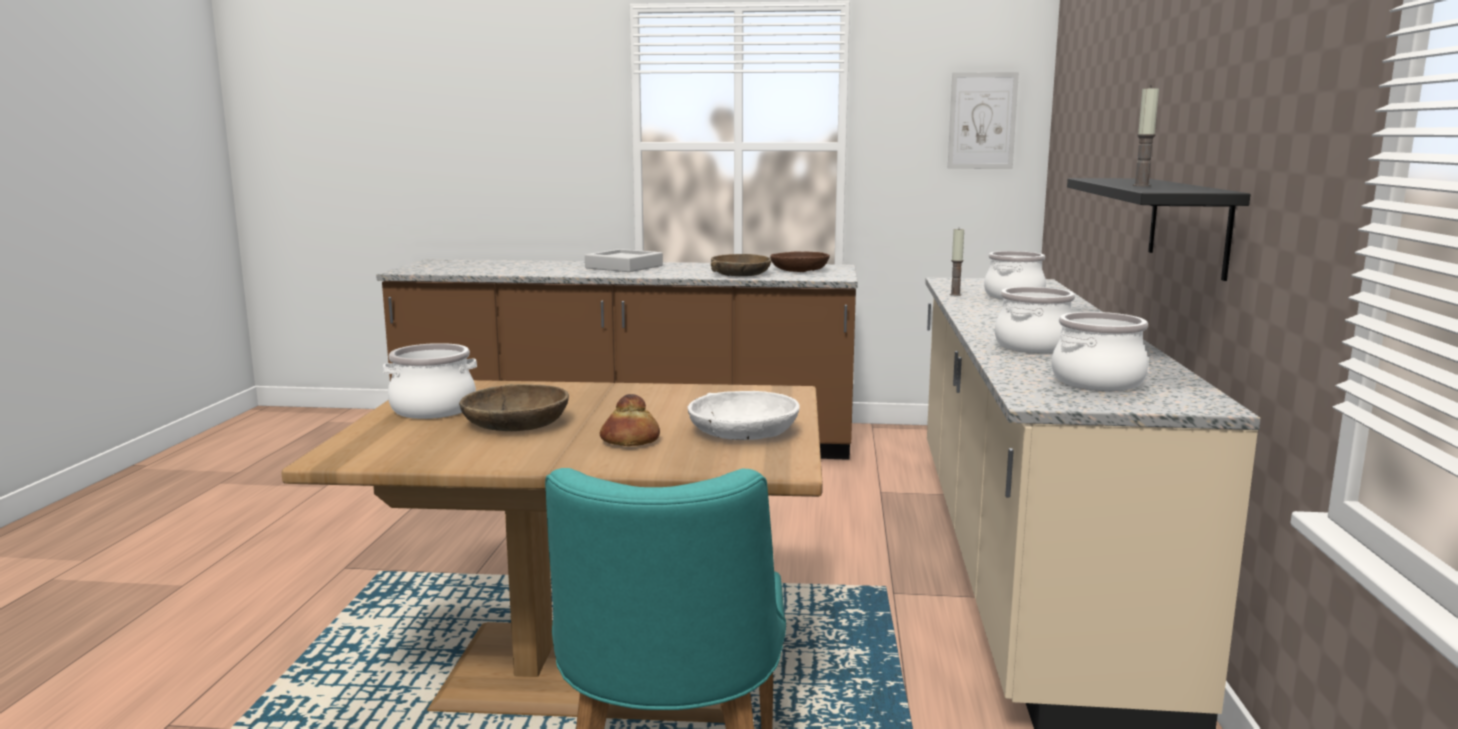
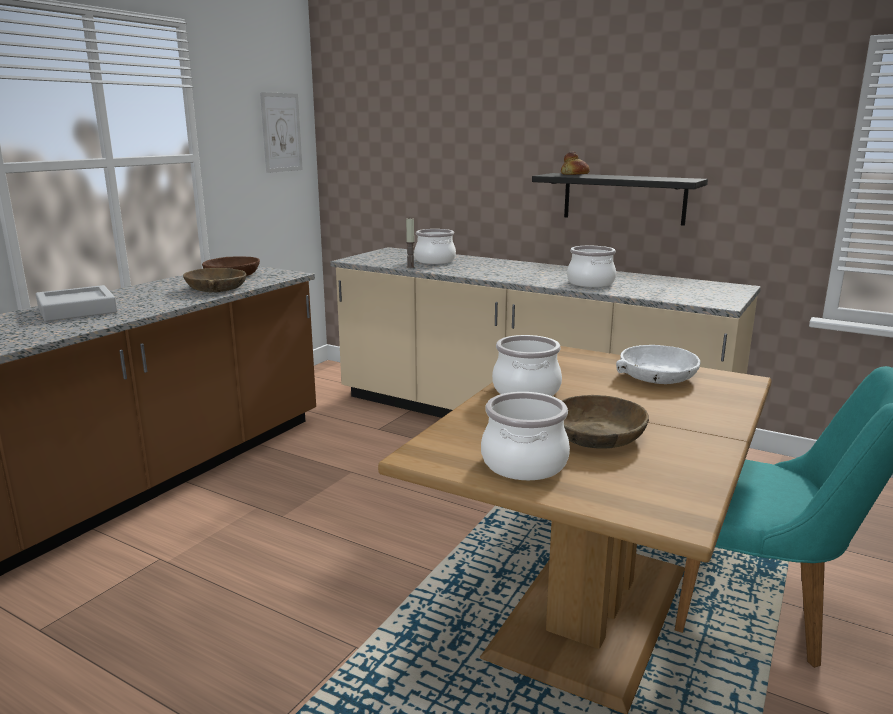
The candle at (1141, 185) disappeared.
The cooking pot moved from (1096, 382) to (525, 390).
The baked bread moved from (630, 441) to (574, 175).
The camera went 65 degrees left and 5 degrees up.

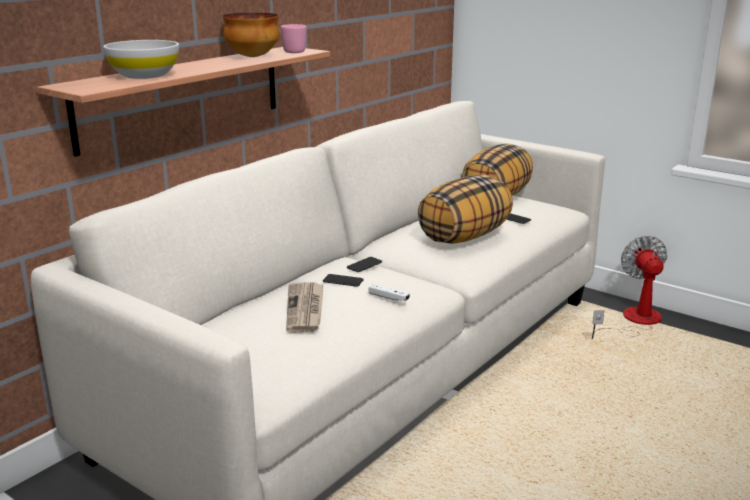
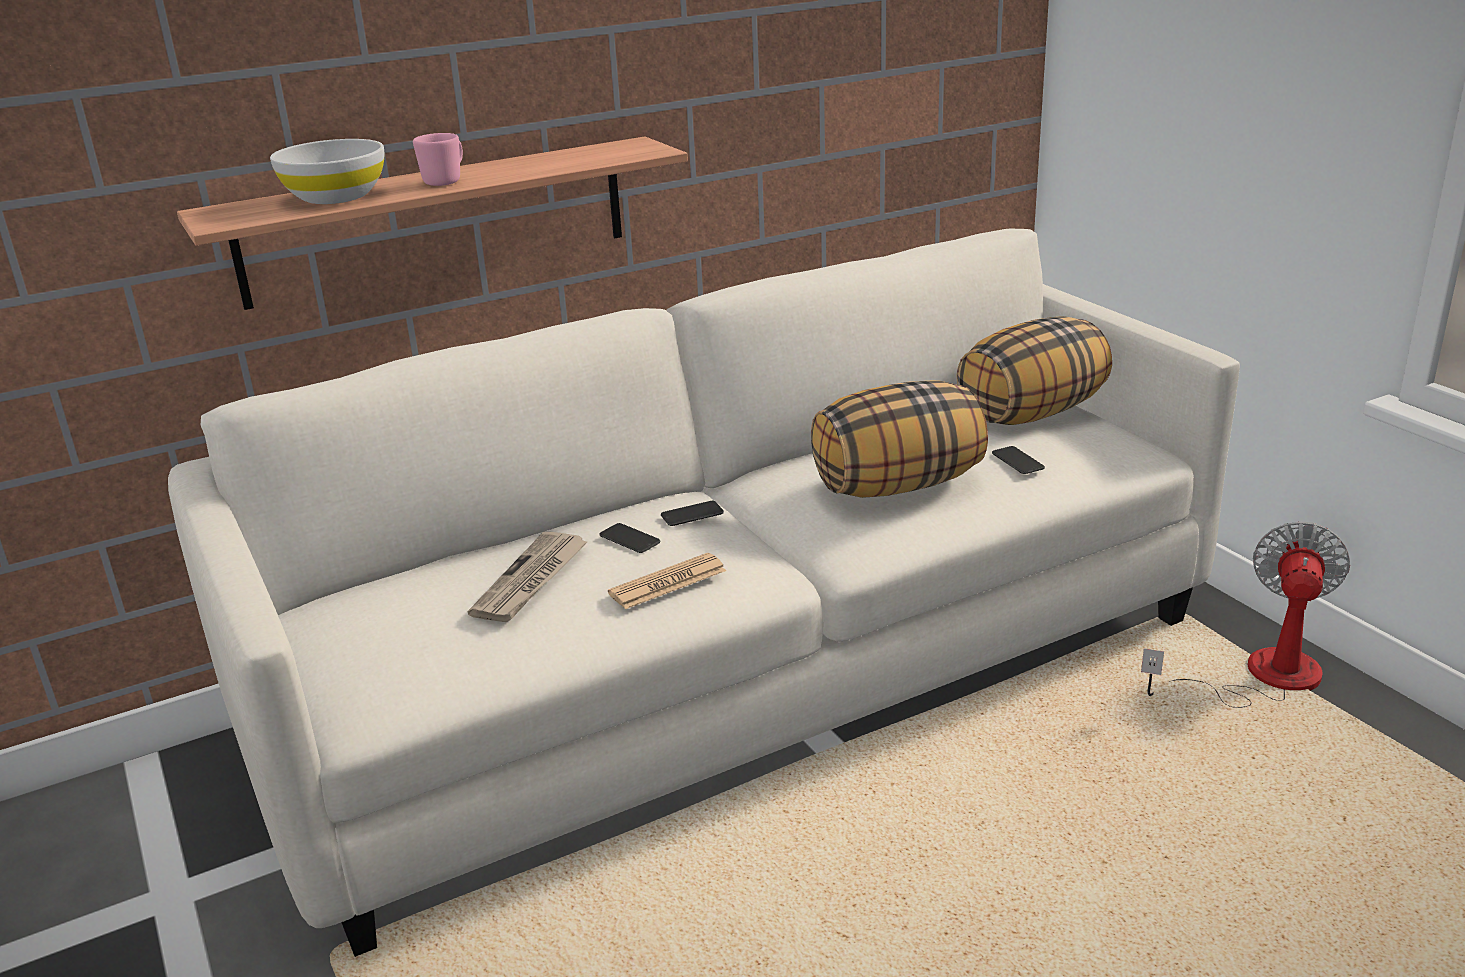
The bowl at (252, 57) disappeared.
The pink-coloured coffee mug moved from (294, 51) to (446, 181).
The whitish joypad at (388, 297) was replaced by the newspaper at (667, 582).
The camera went 25 degrees right and 5 degrees up.

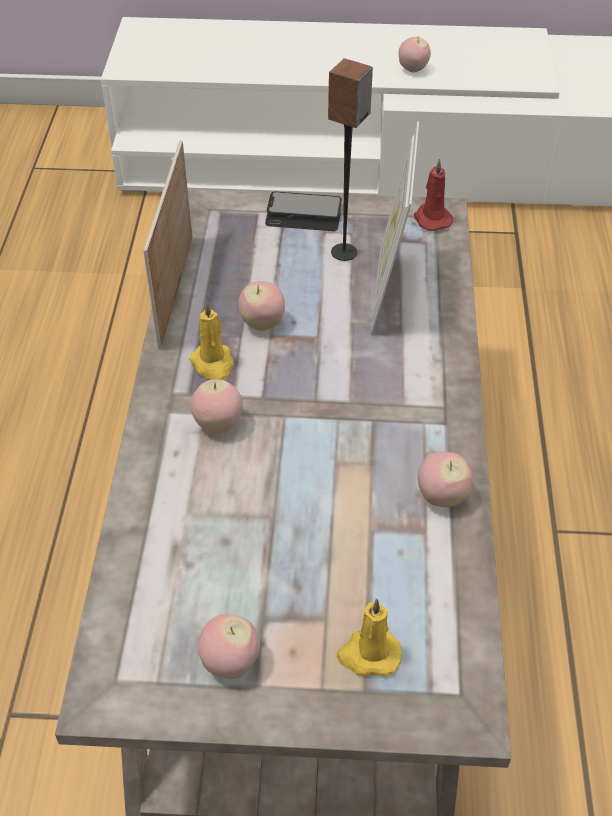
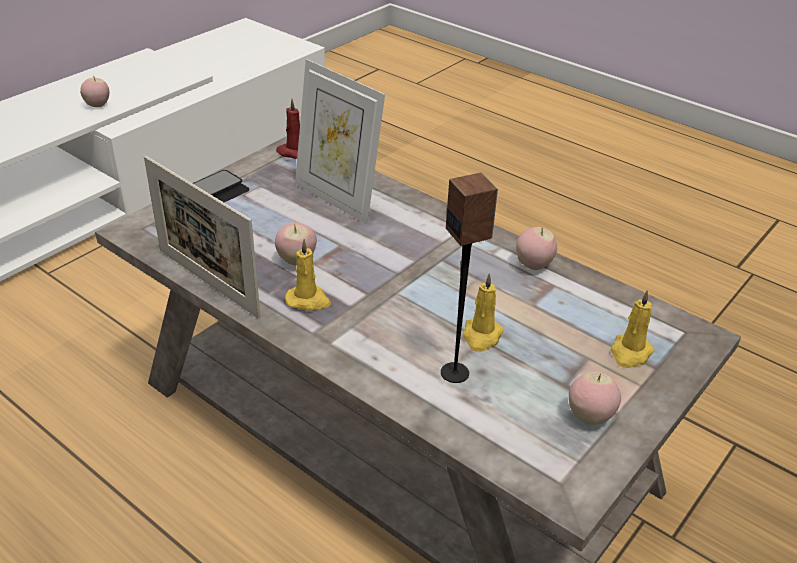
The loudspeaker moved from (344, 252) to (455, 373).
The apple fruit at (218, 424) disappeared.
The yellow candle at (481, 336) appeared.
The camera went 55 degrees left and 10 degrees down.

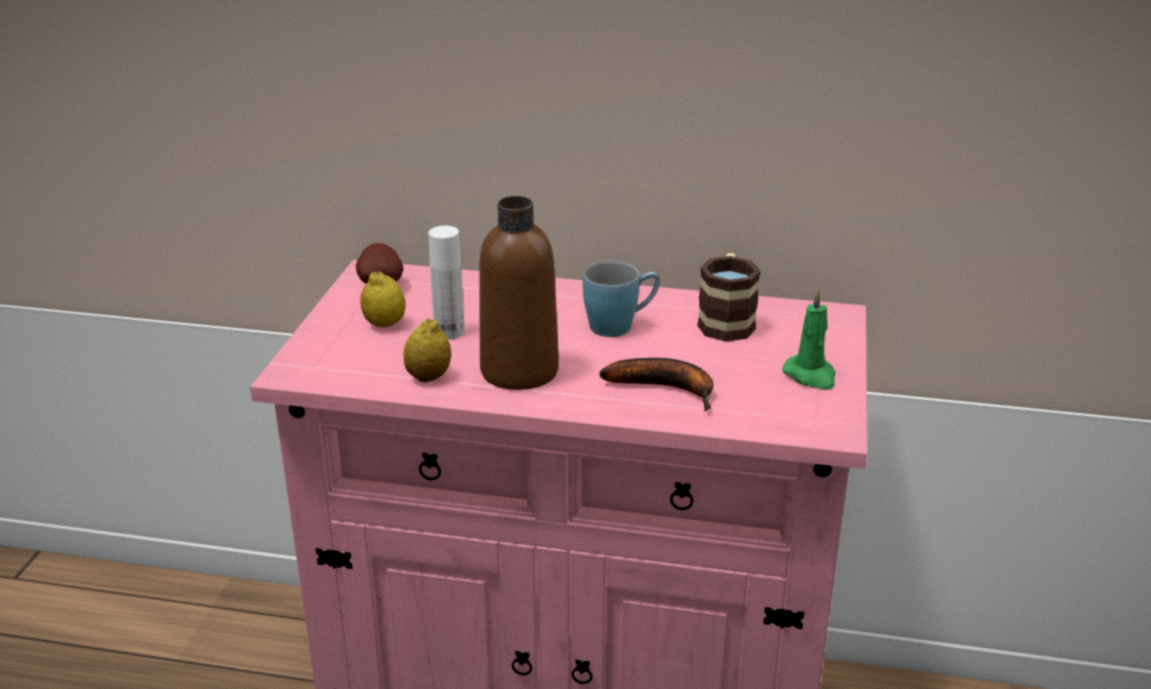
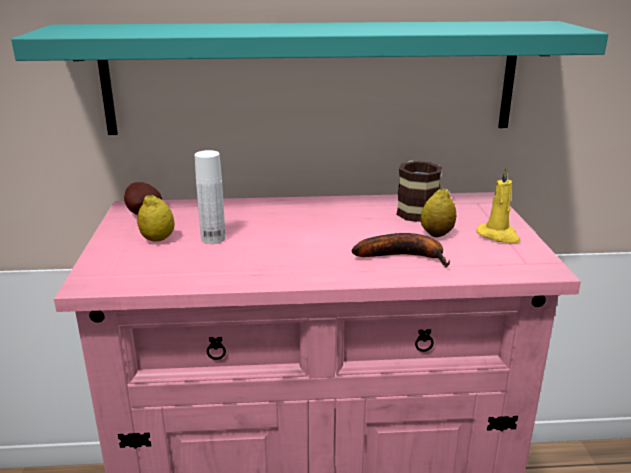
The brownish bottle at (519, 371) disappeared.
The blue coffee mug at (620, 325) disappeared.
The green candle at (811, 376) became the yellow candle at (499, 236).
The lemon moved from (428, 377) to (436, 234).
The turquoise-coloured bracket shelf at (311, 78) appeared.
The camera went 15 degrees left and 5 degrees down.

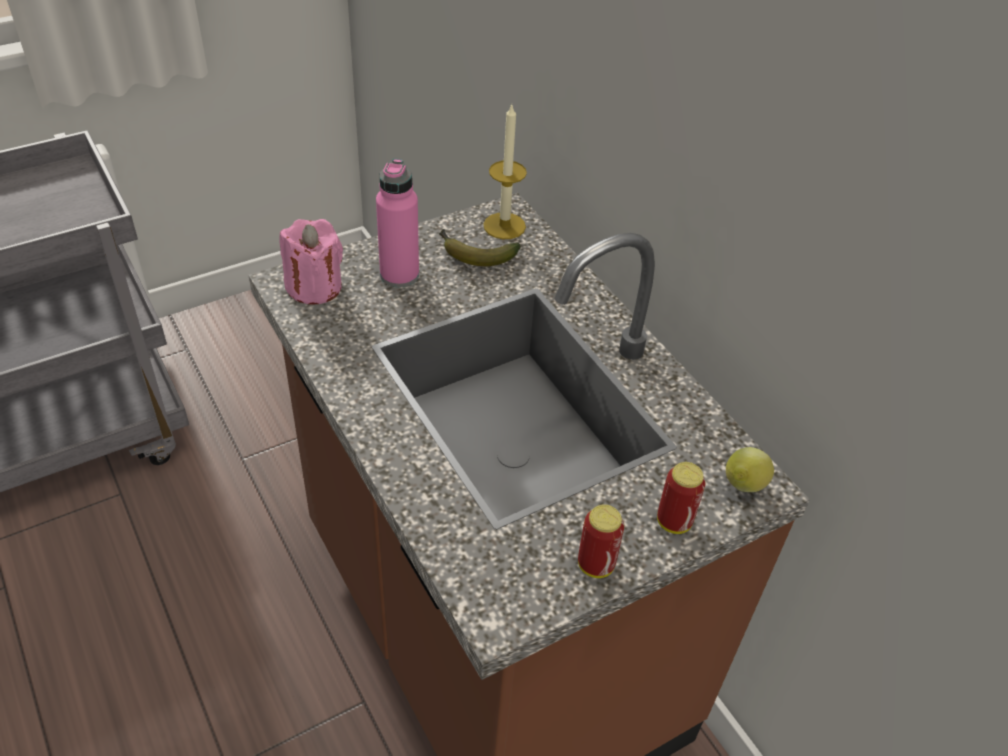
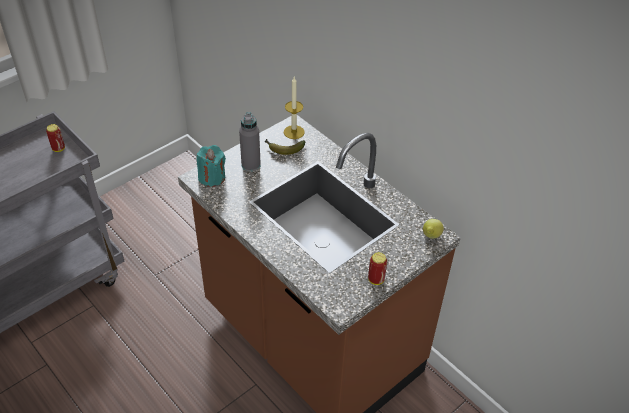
The pink-coloured bottle at (399, 275) became the gray bottle at (251, 165).
The pink-coloured candle at (314, 287) became the turquoise-coloured candle at (212, 177).
The can moved from (674, 522) to (58, 149).
The camera went 10 degrees left and 0 degrees up.

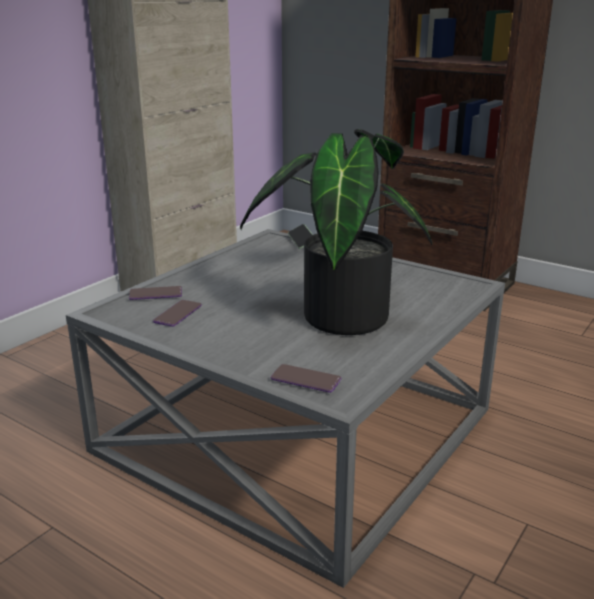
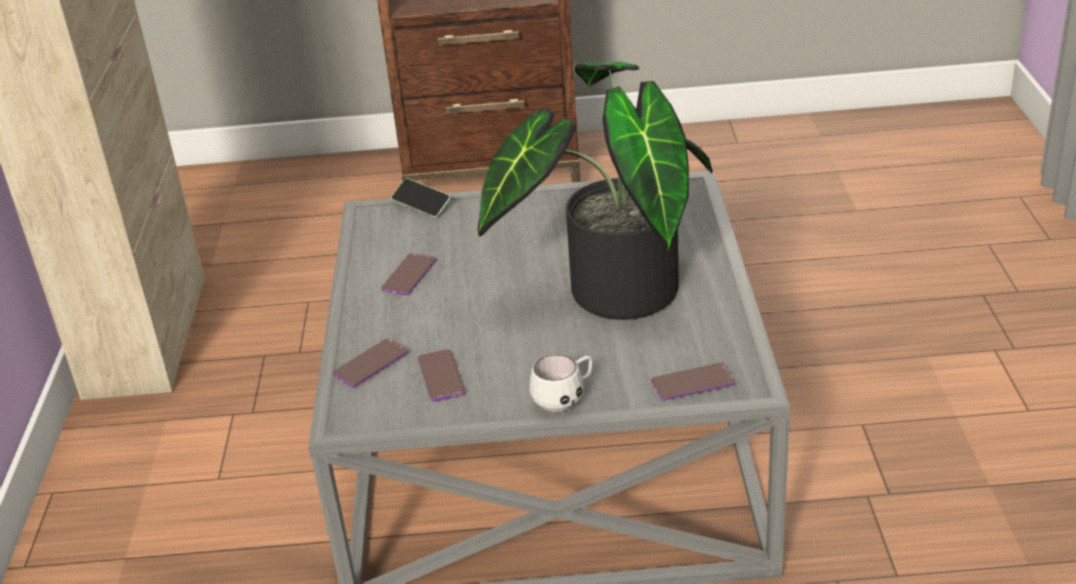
The handset at (409, 275) appeared.
The whitish coffee mug at (565, 398) appeared.
The camera went 35 degrees left and 10 degrees up.

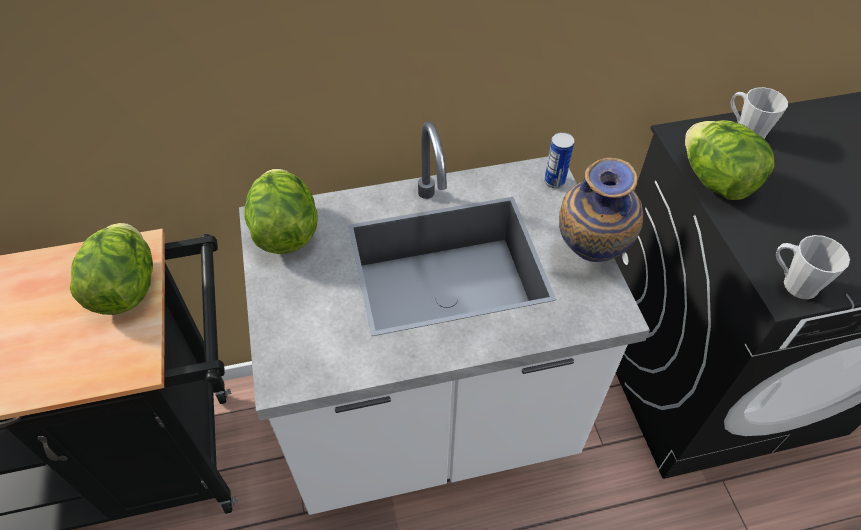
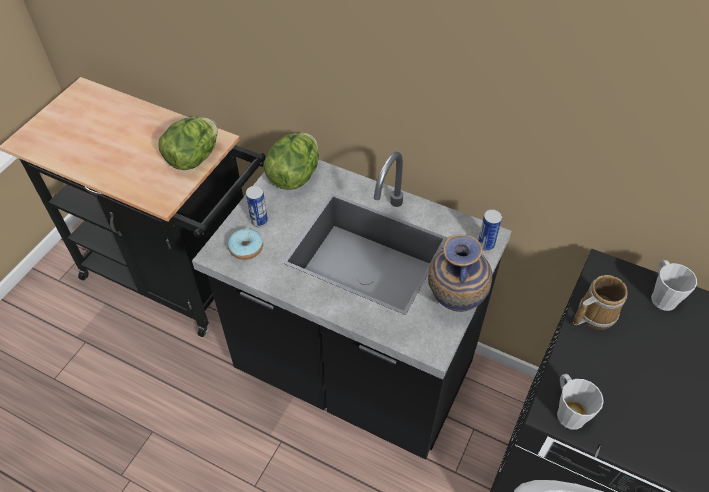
The lettuce at (716, 181) was replaced by the coffee mug at (593, 313).
The whitish counter at (430, 424) became the black-coloured counter at (354, 372).
The can at (259, 221) appeared.
The doughnut at (246, 248) appeared.
The camera went 40 degrees right and 0 degrees up.

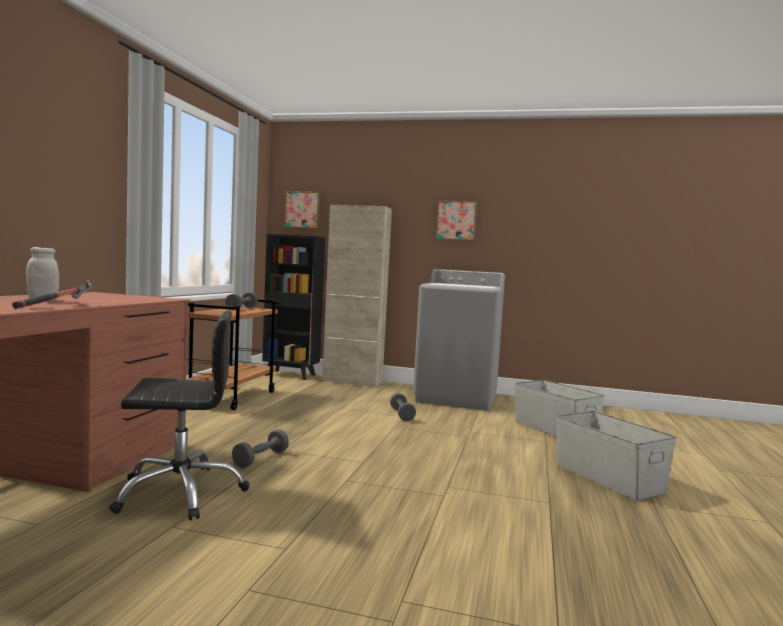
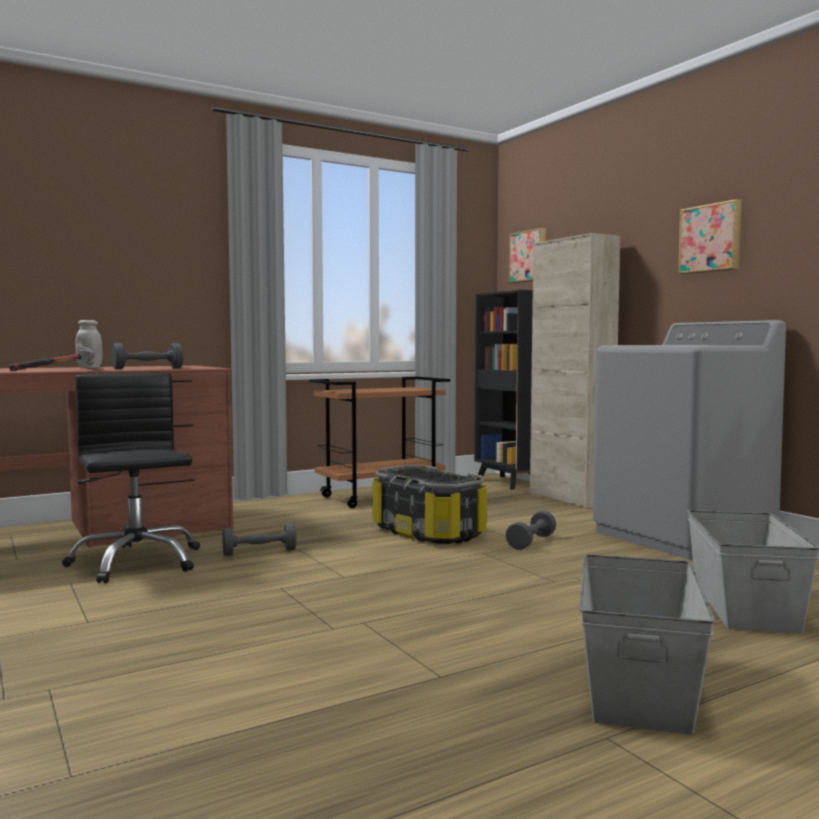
The gray dumbbell moved from (241, 308) to (148, 368).
The black-coloured office chair at (180, 492) turned 150 degrees counterclockwise.
The storage box at (429, 532) appeared.
The camera went 45 degrees right and 0 degrees up.

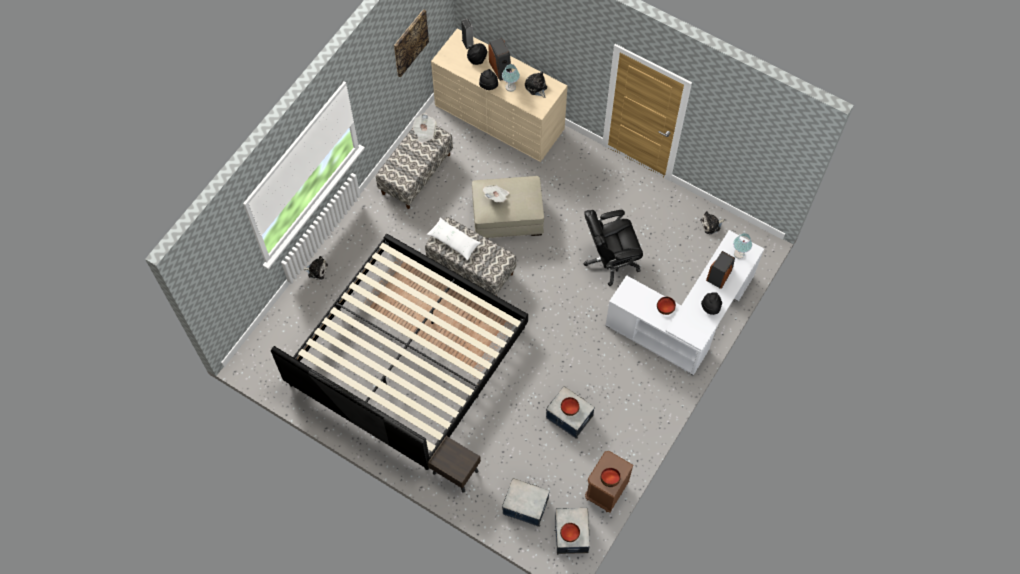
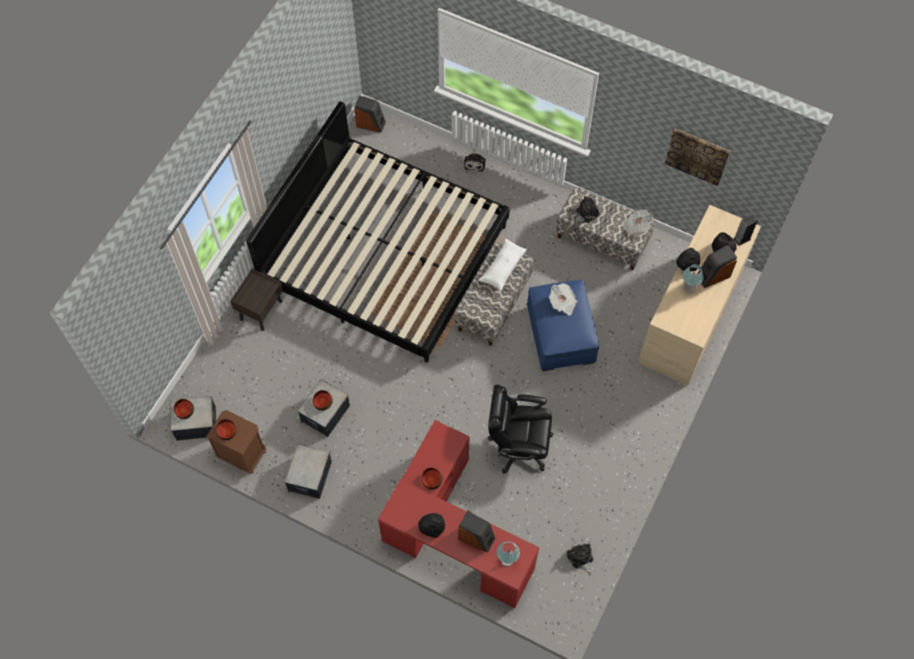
The cuddly toy moved from (536, 87) to (586, 213).
The sand-coloured pouffe at (508, 217) became the blue pouffe at (561, 335).
The black-coloured office chair at (610, 260) turned 60 degrees counterclockwise.
The whitish desk unit at (686, 319) became the red-coloured desk unit at (451, 532).
The storage box moved from (525, 506) to (309, 476).
The loudspeaker at (371, 123) appeared.
The camera went 85 degrees right and 0 degrees up.

